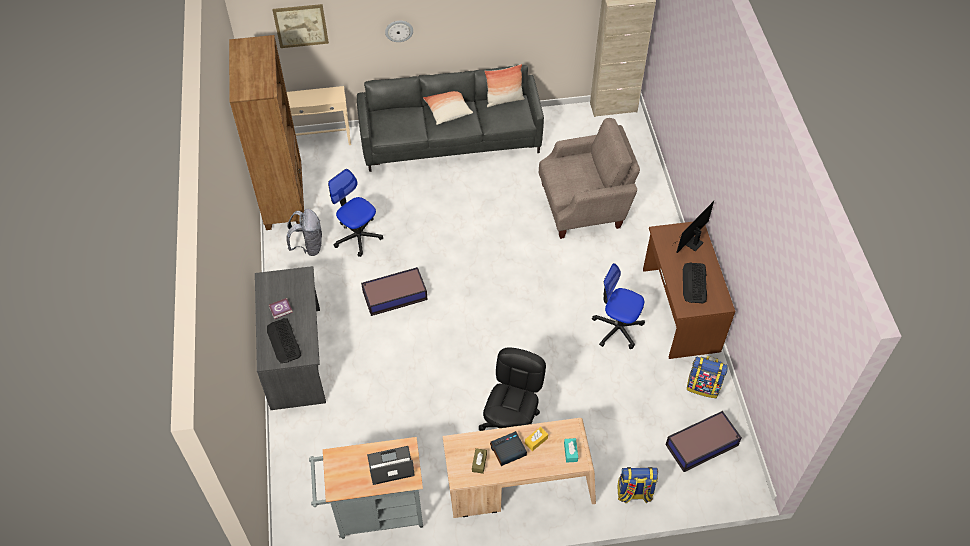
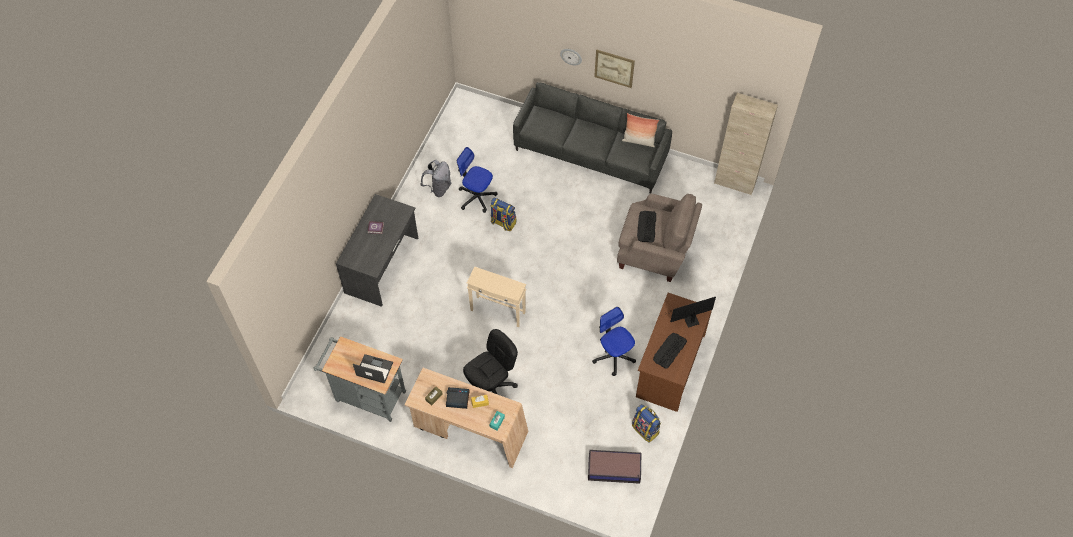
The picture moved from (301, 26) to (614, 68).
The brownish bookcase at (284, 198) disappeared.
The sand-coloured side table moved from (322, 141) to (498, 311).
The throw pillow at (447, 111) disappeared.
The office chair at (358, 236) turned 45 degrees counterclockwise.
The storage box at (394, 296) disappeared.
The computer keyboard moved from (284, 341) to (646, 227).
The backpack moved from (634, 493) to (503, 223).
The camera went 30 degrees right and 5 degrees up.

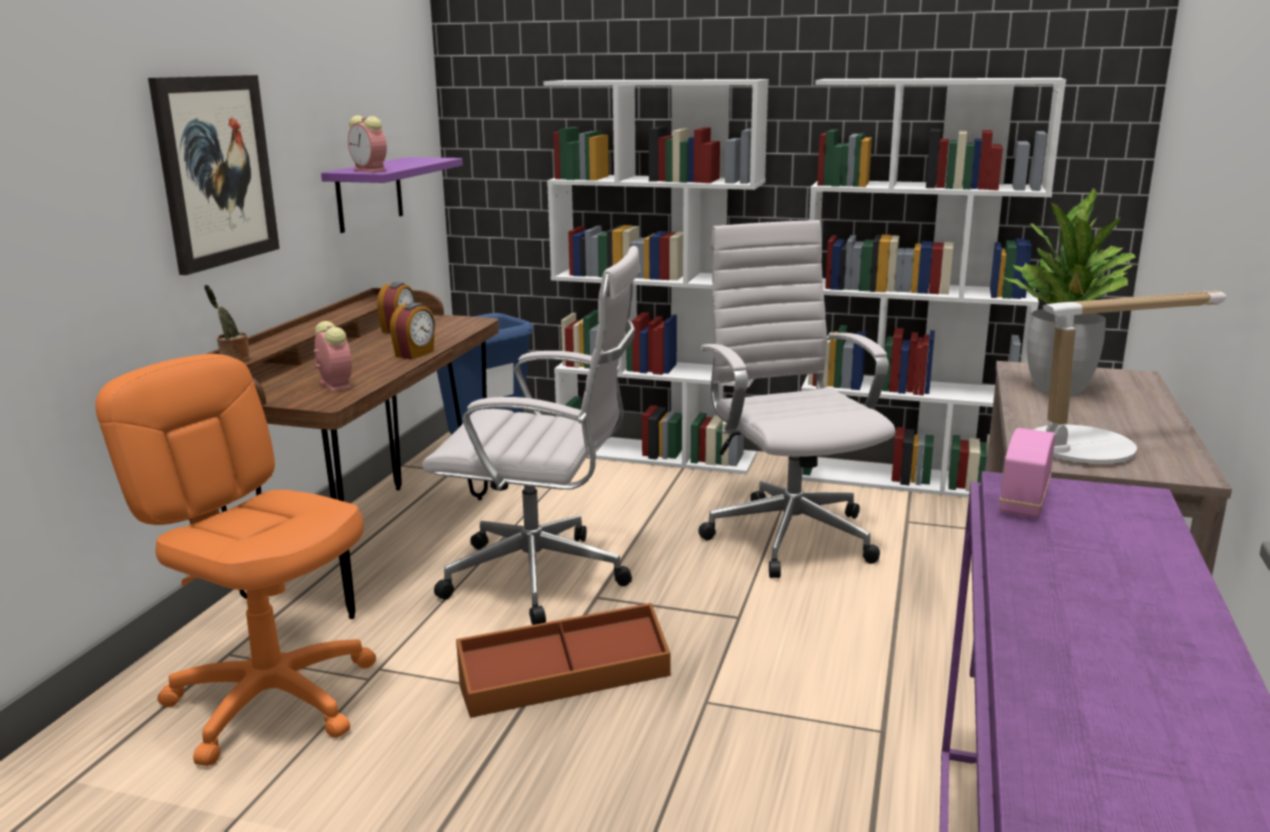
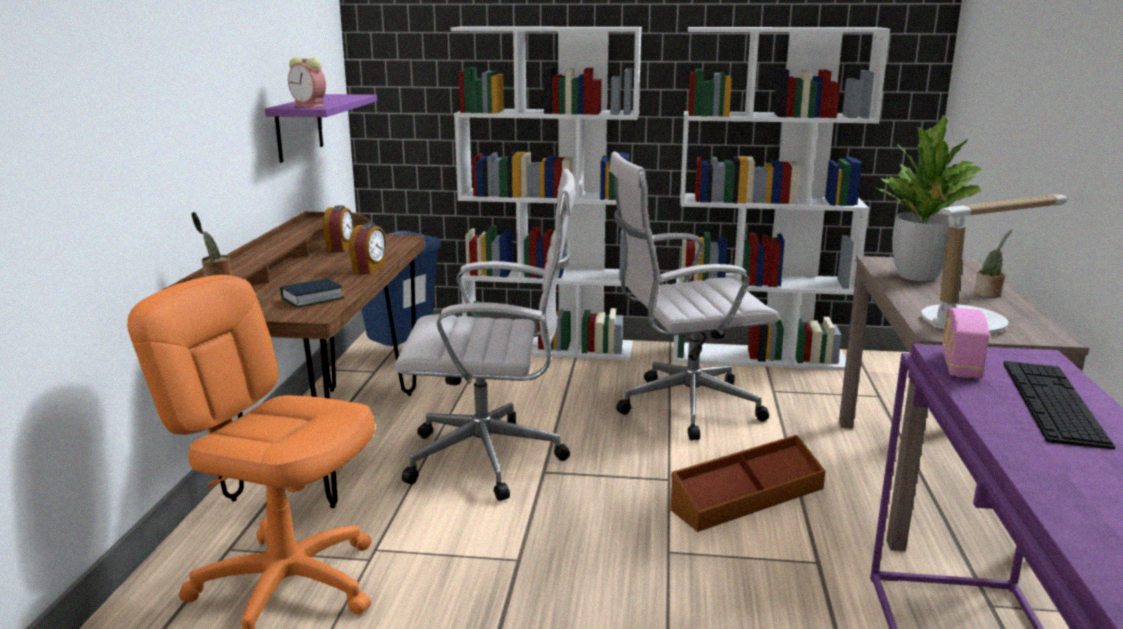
The picture at (216, 171) disappeared.
The whitish office chair at (788, 534) turned 75 degrees counterclockwise.
The bedside clock at (334, 385) was replaced by the bound book at (312, 299).
The brownish storage box moved from (565, 679) to (747, 498).
The plant in a pot at (988, 294) appeared.
The computer keyboard at (1053, 402) appeared.
The camera went 10 degrees left and 0 degrees up.

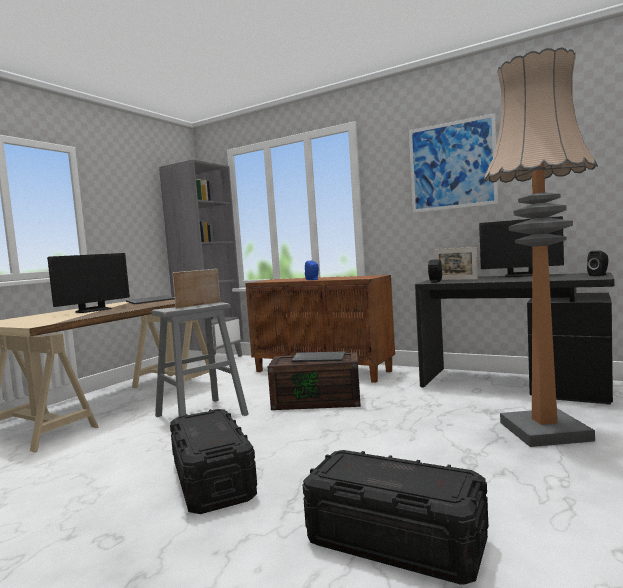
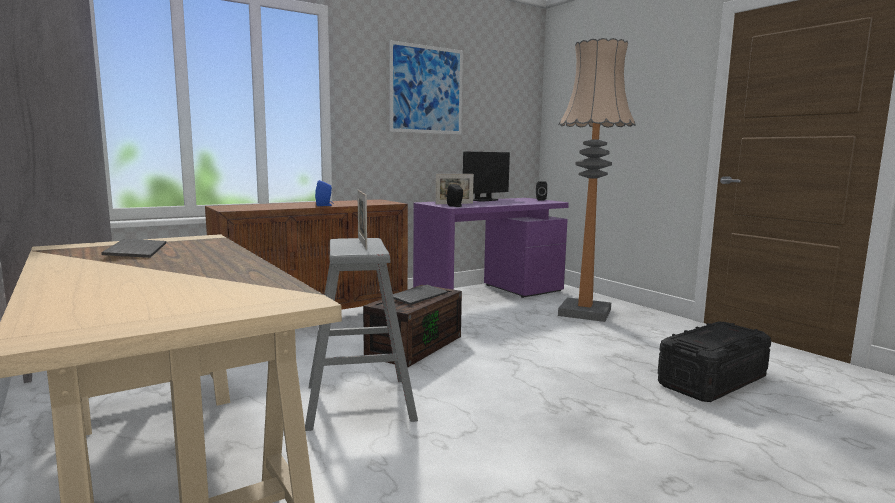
The monitor at (93, 310) disappeared.
The black-coloured desk unit at (513, 385) became the purple-coloured desk unit at (490, 293).
The black-coloured storage box at (212, 480) disappeared.
The camera went 65 degrees left and 5 degrees up.

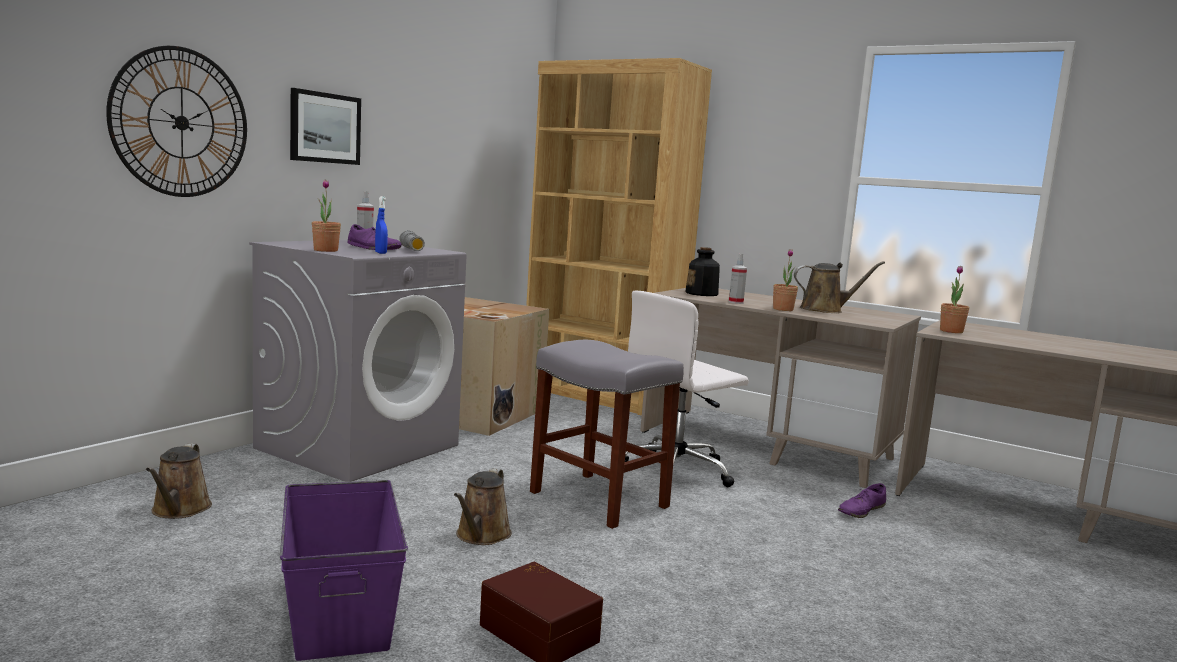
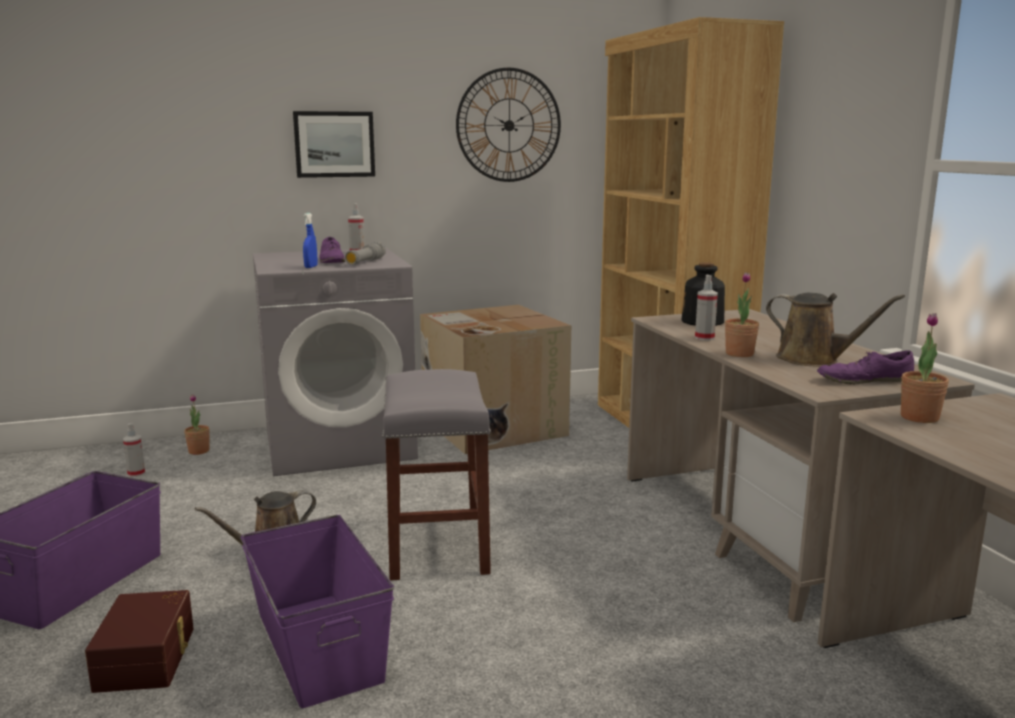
The clock on the wall moved from (181, 123) to (509, 125).
The plant in a pot moved from (325, 250) to (199, 451).
The whitish office chair at (677, 470) disappeared.
The brownish sprinkling can at (179, 510) was replaced by the hand sprayer at (136, 473).
The purple-coloured item of footwear moved from (861, 510) to (864, 380).
The purple-coloured storage box at (319, 645) appeared.
The camera went 40 degrees right and 5 degrees up.

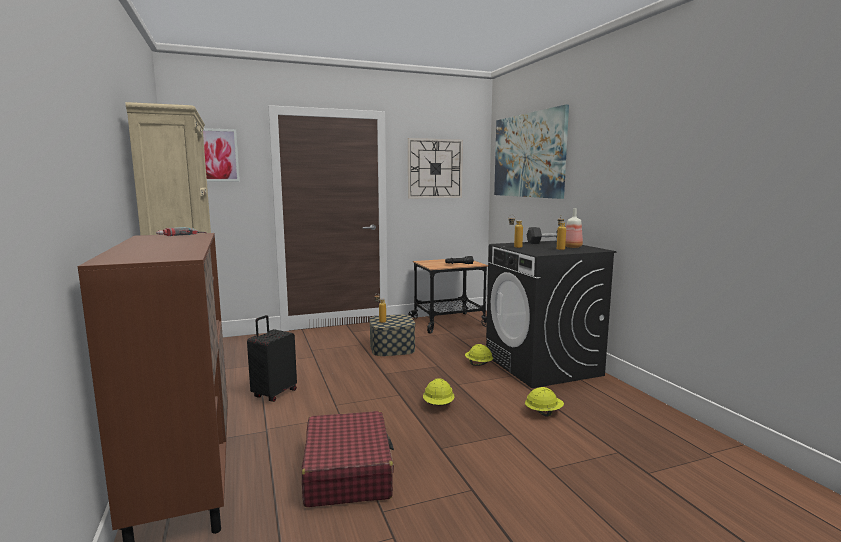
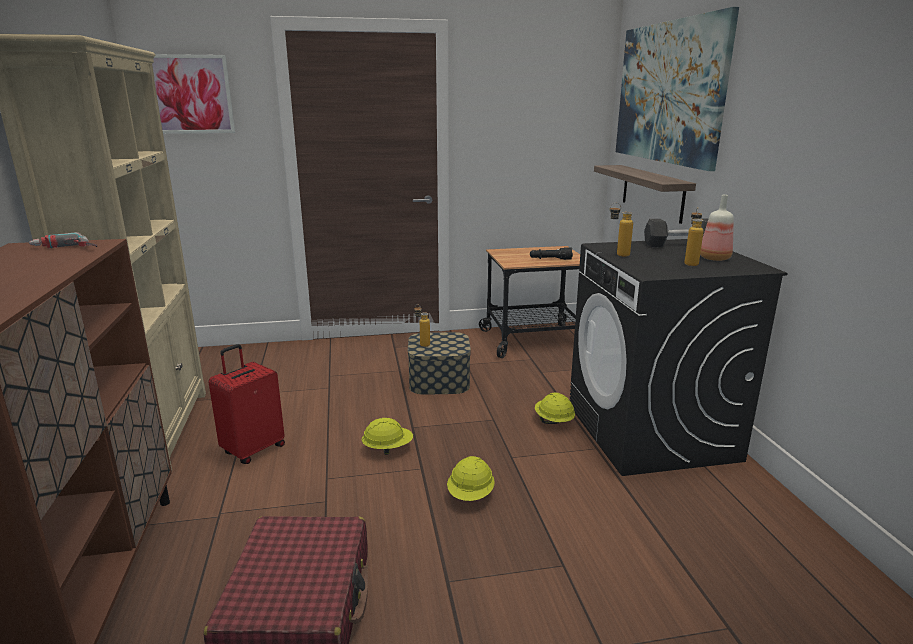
The clock on the wall at (435, 168) disappeared.
The black-coloured travel case at (274, 394) became the red-coloured travel case at (253, 449).
The yellow hard hat moved from (543, 413) to (388, 449).
The bracket shelf at (652, 192) appeared.
The camera went 10 degrees right and 10 degrees up.

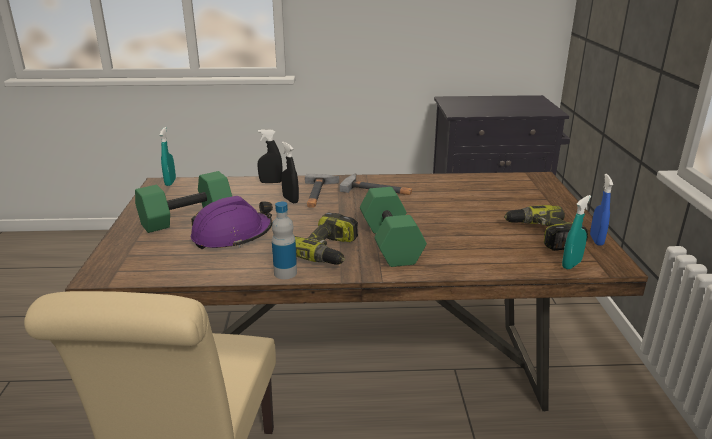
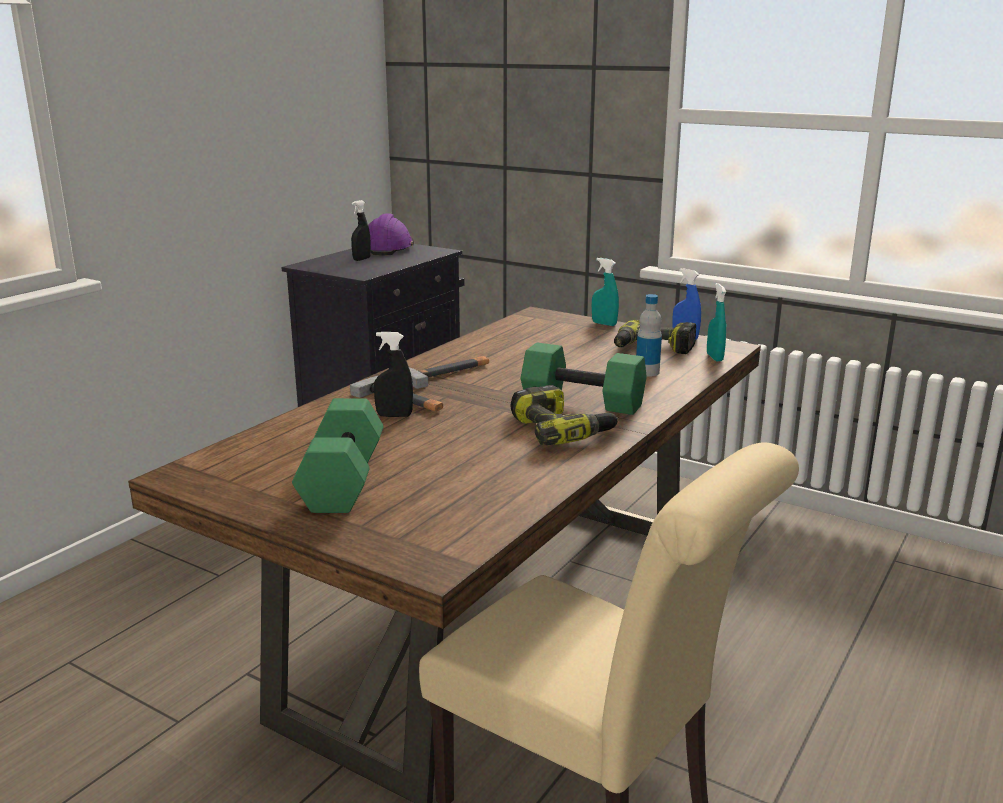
The turquoise-coloured hand sprayer moved from (170, 182) to (604, 324).
The black-coloured hand sprayer moved from (271, 182) to (361, 259).
The purple-coloured hard hat moved from (232, 235) to (387, 248).
The bottle moved from (285, 273) to (647, 372).
The camera went 55 degrees left and 5 degrees down.

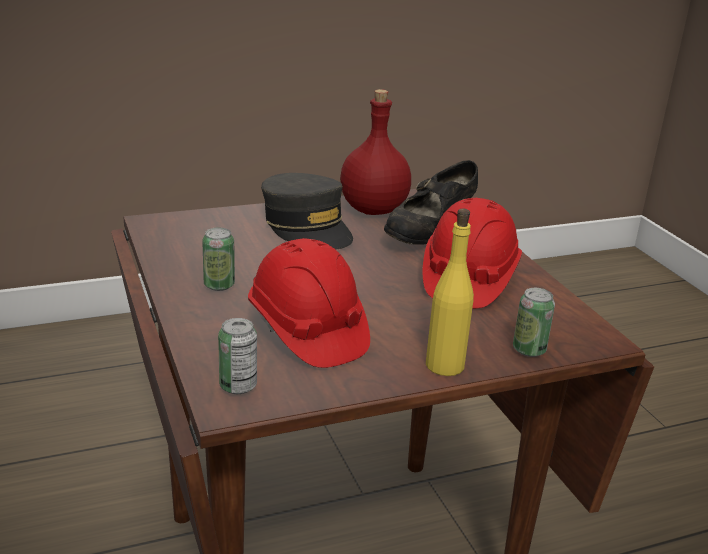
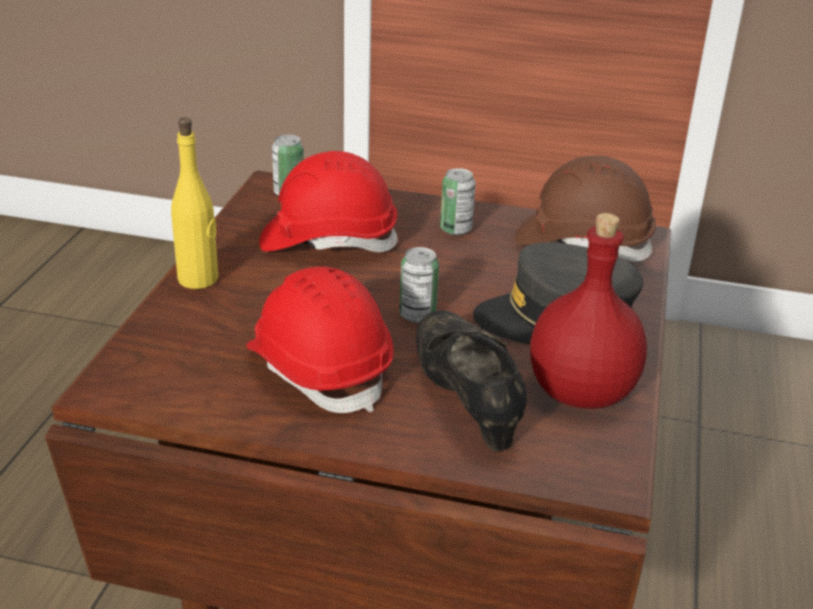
The can moved from (529, 350) to (417, 315).
The brownish hard hat at (582, 243) appeared.
The camera went 125 degrees right and 5 degrees up.

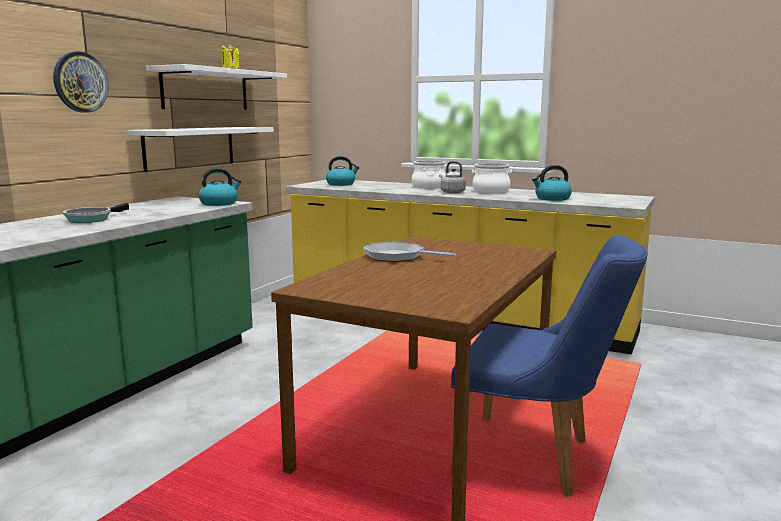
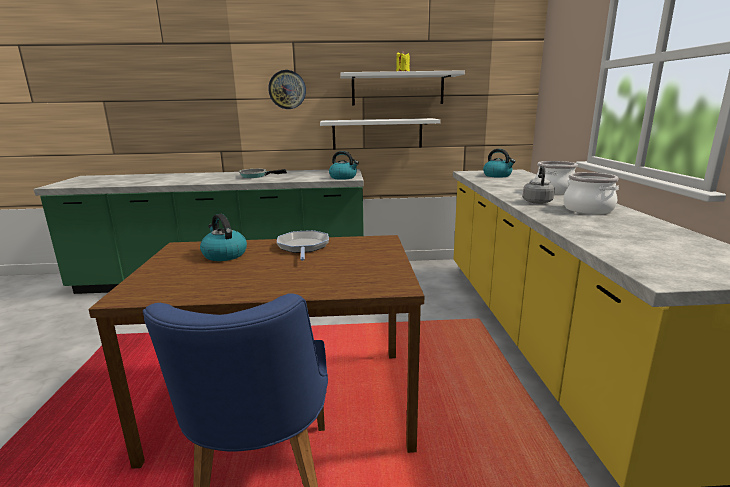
The kettle moved from (552, 199) to (224, 255).
The camera went 60 degrees right and 5 degrees up.

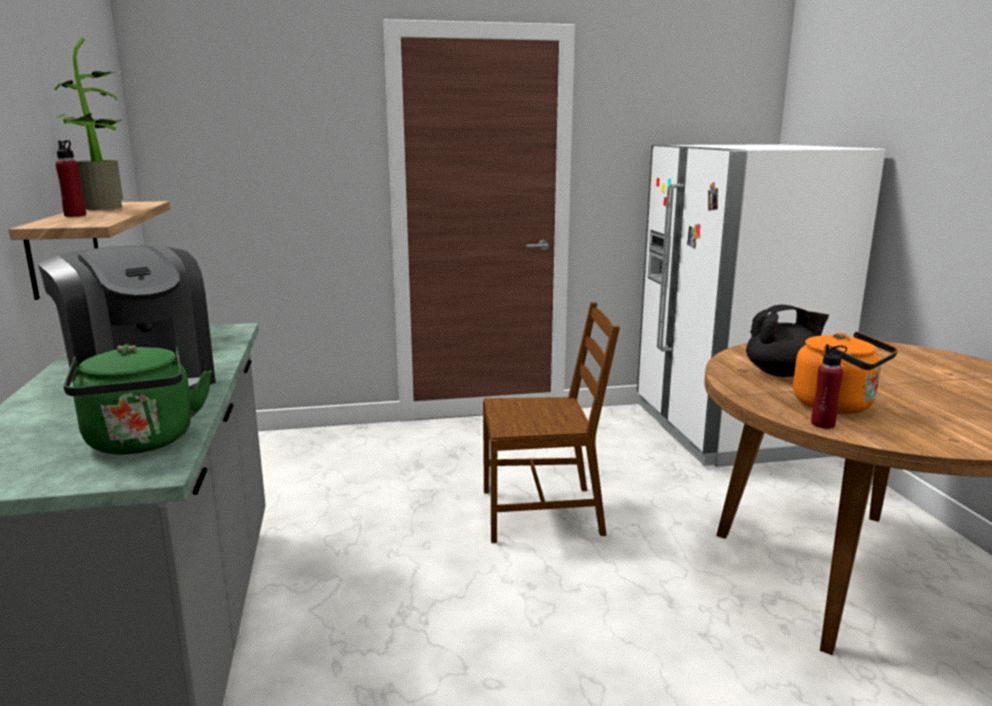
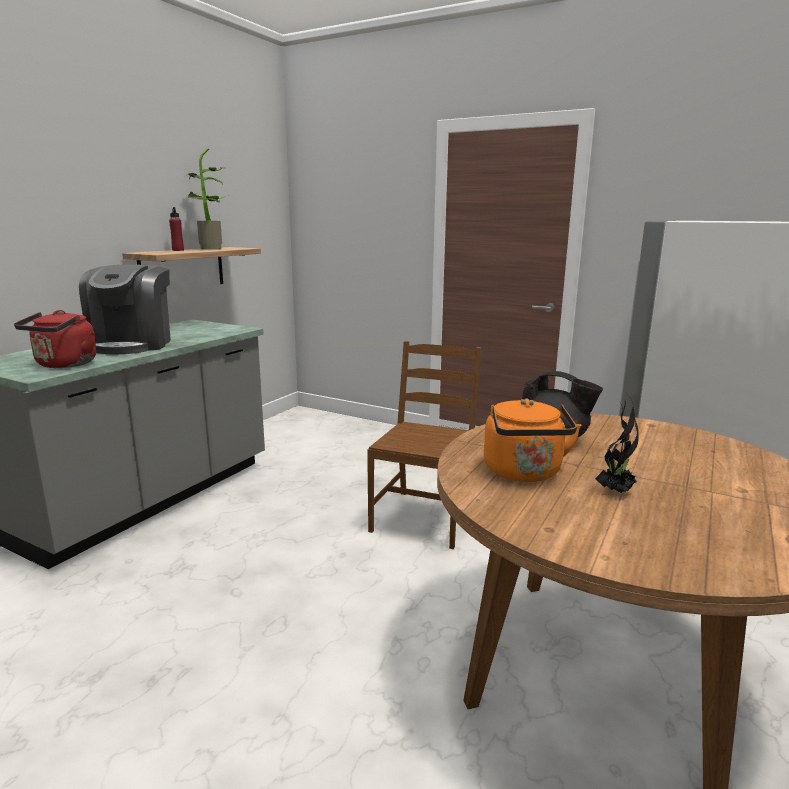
The brownish chair at (542, 512) turned 105 degrees counterclockwise.
The green kettle at (142, 443) became the red-coloured kettle at (64, 365).
The red-coloured bottle at (823, 424) disappeared.
The plant in a pot at (616, 491) appeared.
The camera went 40 degrees right and 0 degrees up.

